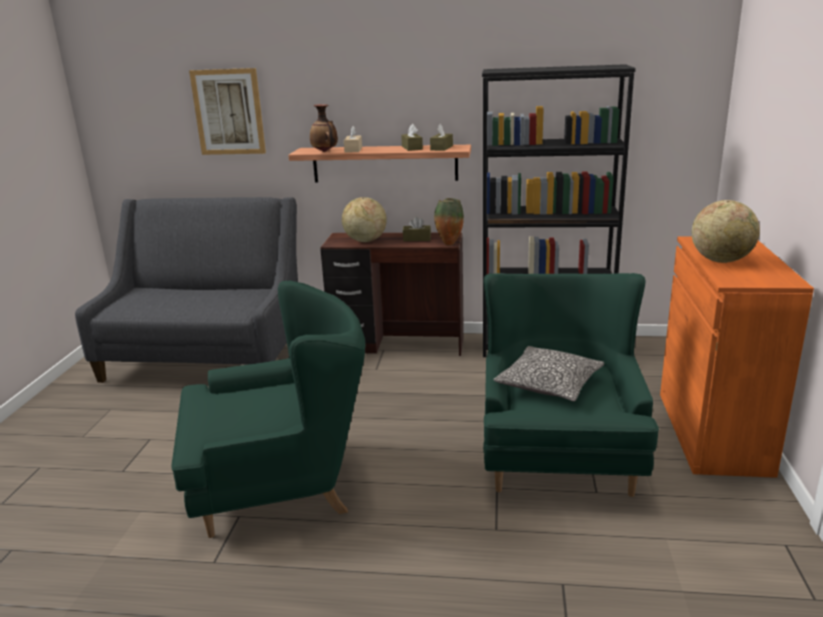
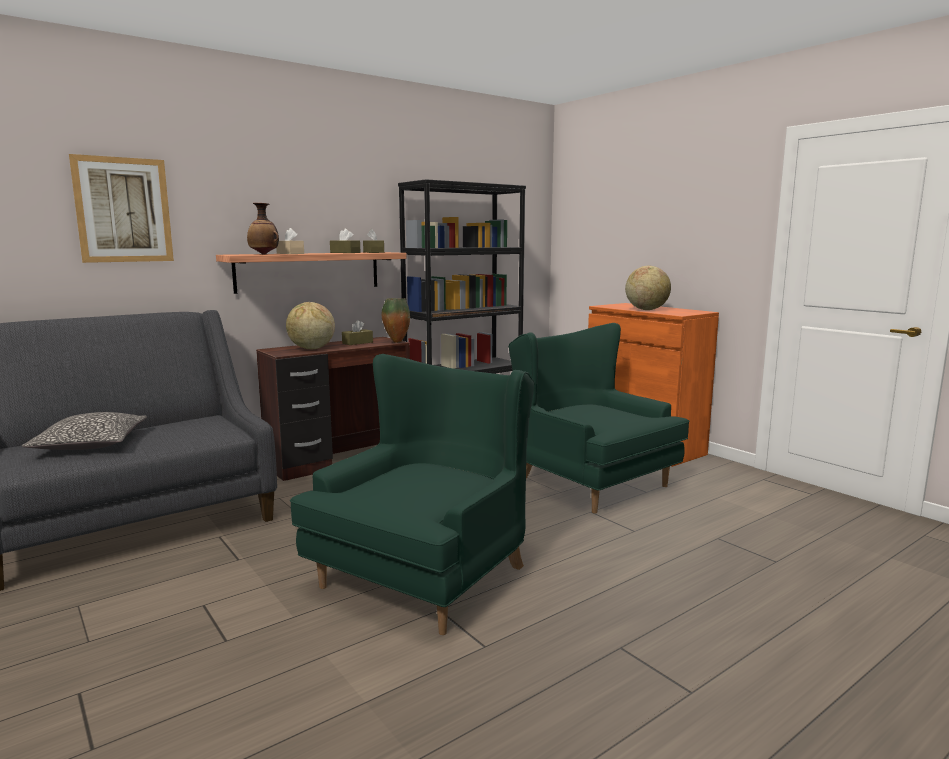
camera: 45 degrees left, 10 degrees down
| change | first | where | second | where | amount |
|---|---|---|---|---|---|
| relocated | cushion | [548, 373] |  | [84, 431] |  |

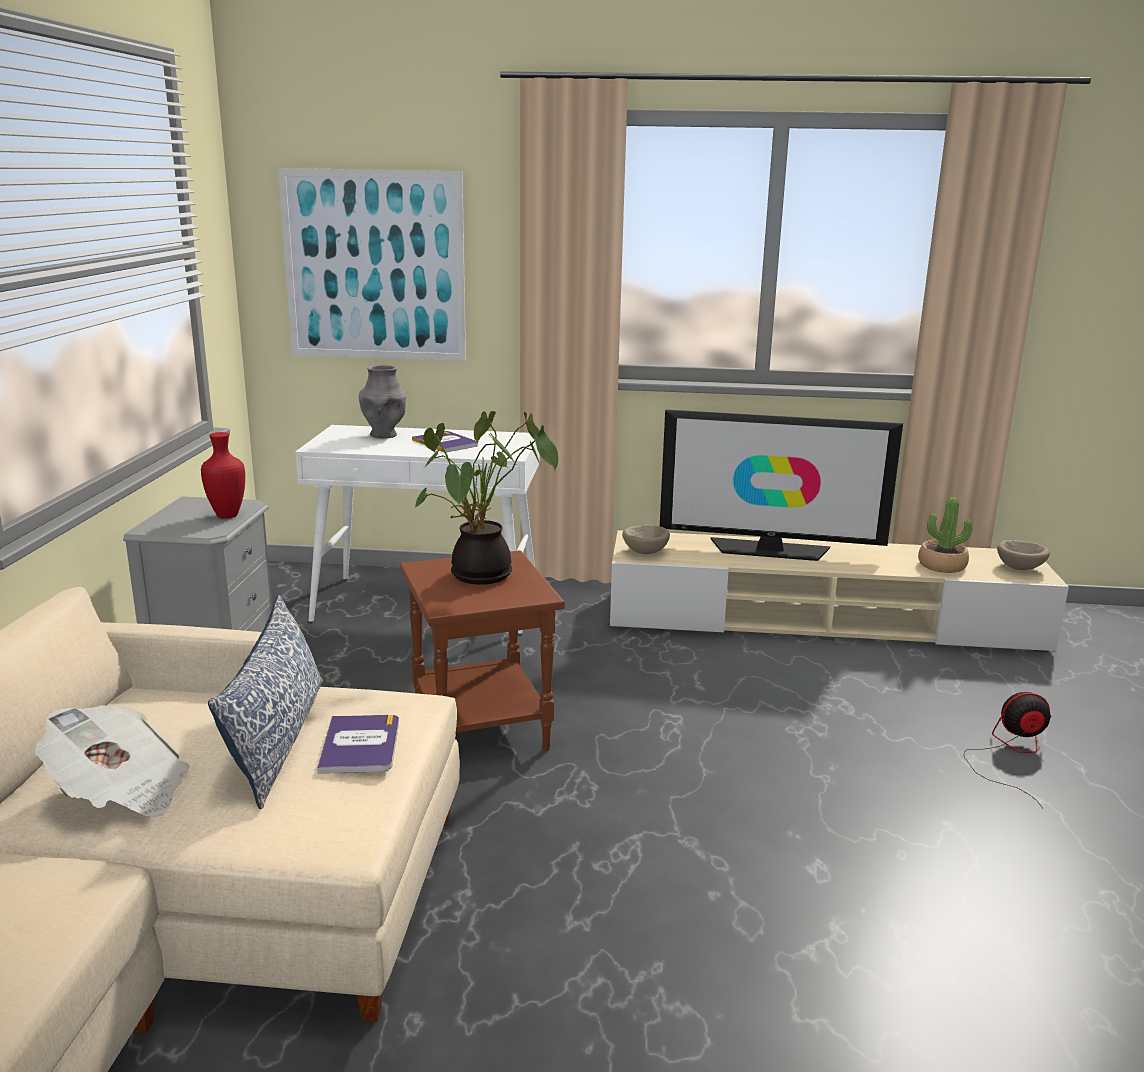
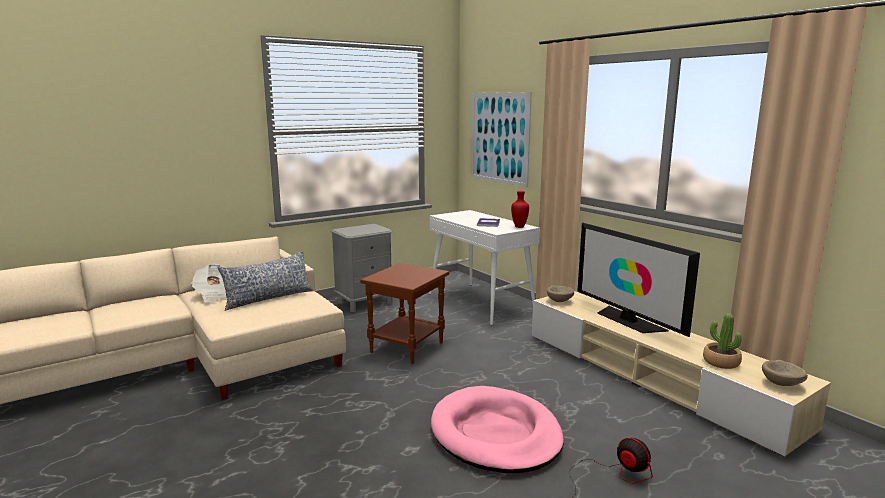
camera: 50 degrees right, 5 degrees down
| change | first | where | second | where | amount |
|---|---|---|---|---|---|
| appeared |  |  | pink-coloured pet bed | [497, 429] |  |
| relocated | red-coloured flower vase | [223, 475] |  | [520, 209] |  |
| missing | bound book | [358, 744] |  |  |  |
| missing | greyish flower vase | [382, 402] |  |  |  |
| missing | potted plant | [486, 498] |  |  |  |

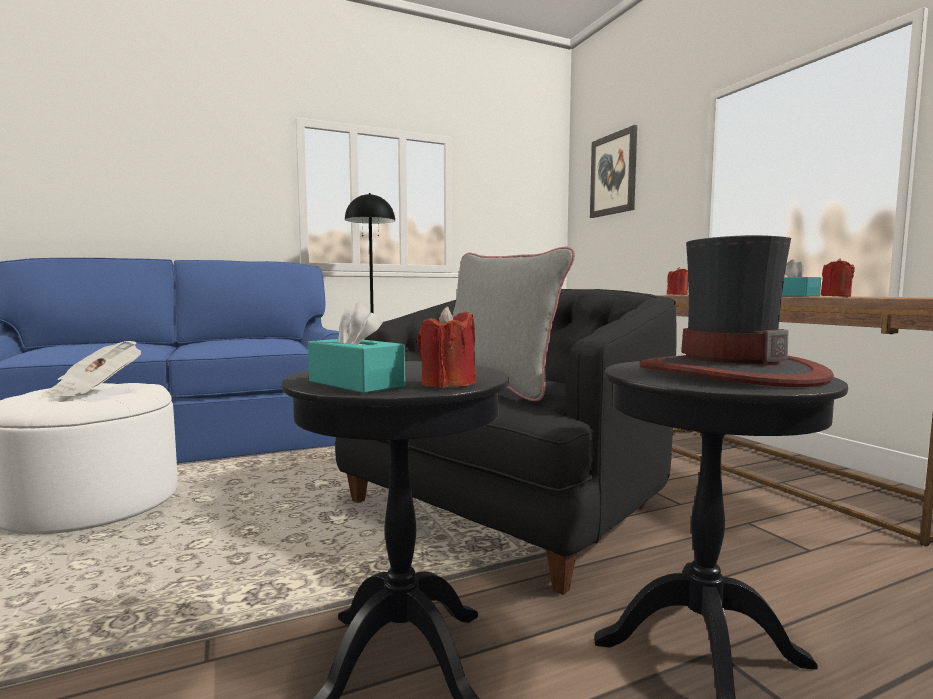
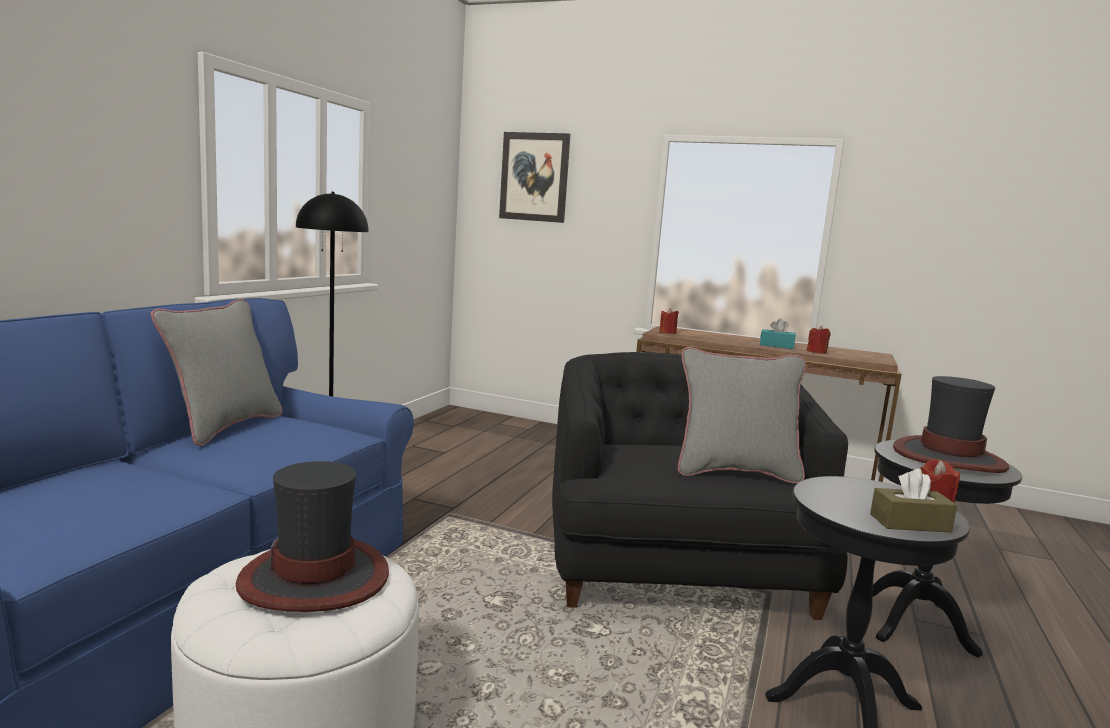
camera: 45 degrees left, 5 degrees up
| change | first | where | second | where | amount |
|---|---|---|---|---|---|
| appeared |  |  | greyish cushion | [216, 372] |  |
| exchanged | newspaper | [91, 369] | clothing hat | [312, 536] |  |
| colour | turquoise box of tissues | [356, 347] | brownish box of tissues | [913, 500] |  |

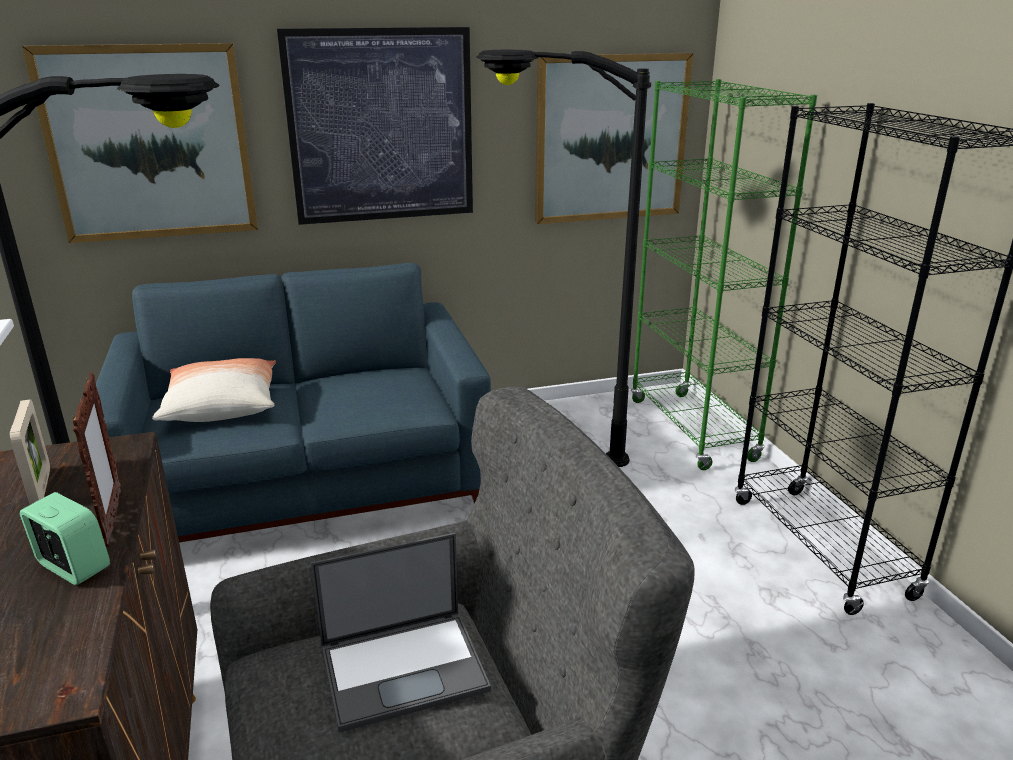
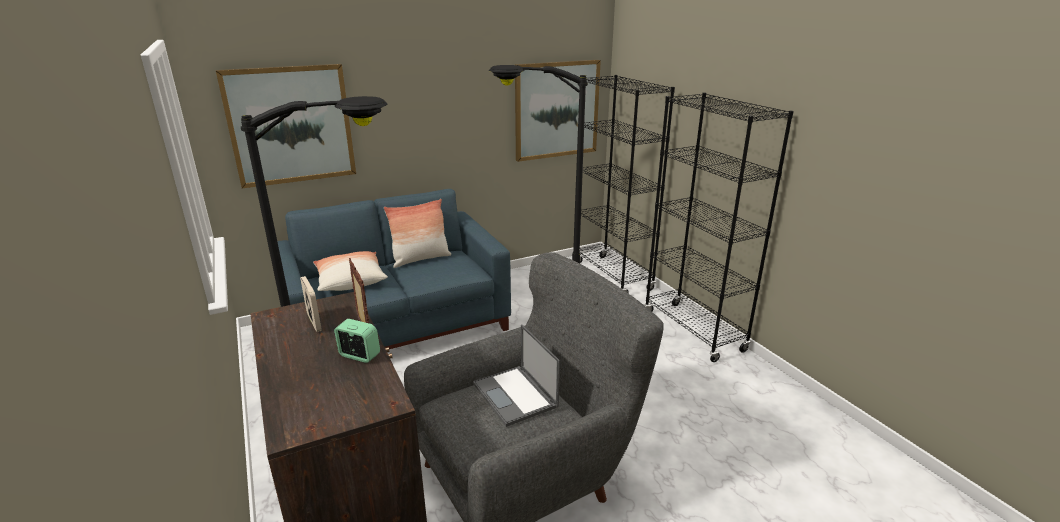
camera: 10 degrees left, 0 degrees up
| change | first | where | second | where | amount |
|---|---|---|---|---|---|
| appeared |  |  | cushion | [417, 233] |  |
| spun | notebook computer | [401, 633] |  | [516, 375] | 90 degrees clockwise |
| colour | greenish bookshelf | [724, 274] | blackish bookshelf | [627, 184] |  |
| missing | wall picture | [375, 126] |  |  |  |

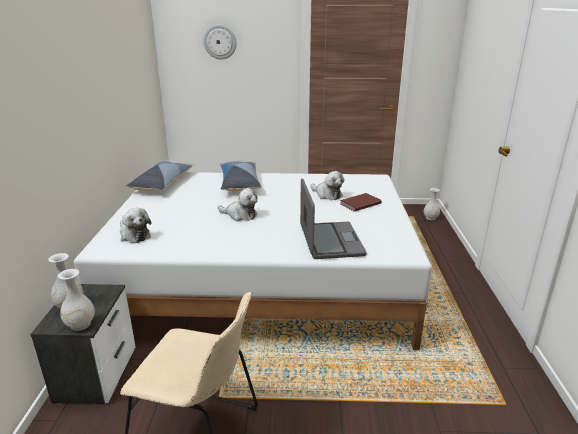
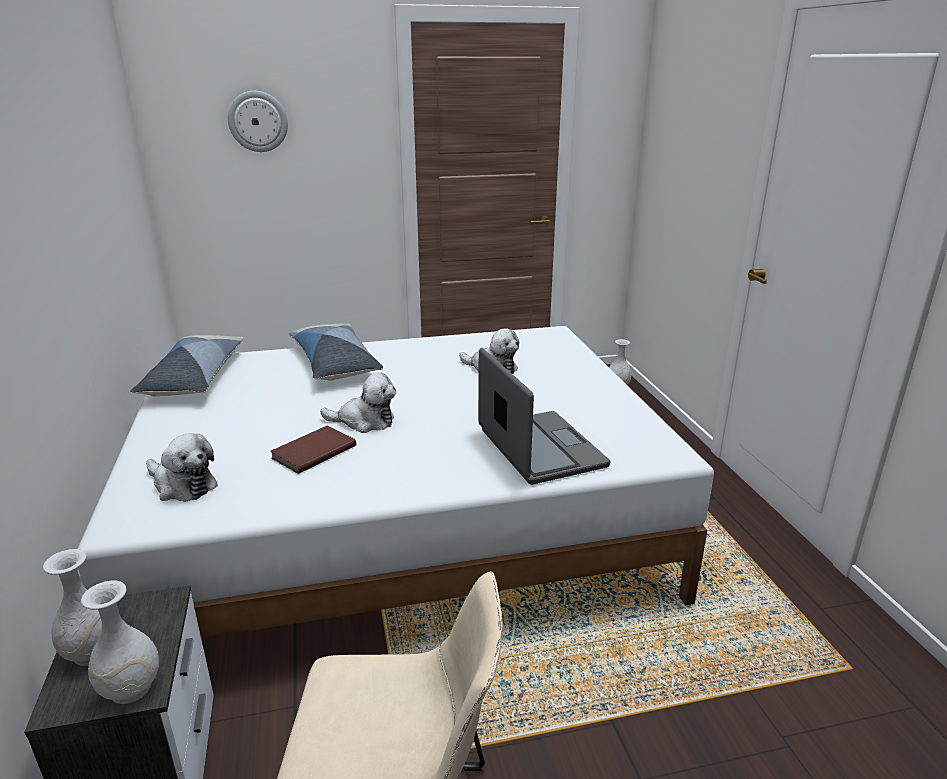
camera: 15 degrees left, 0 degrees up
| change | first | where | second | where | amount |
|---|---|---|---|---|---|
| relocated | brownish bound book | [361, 202] |  | [313, 450] |  |

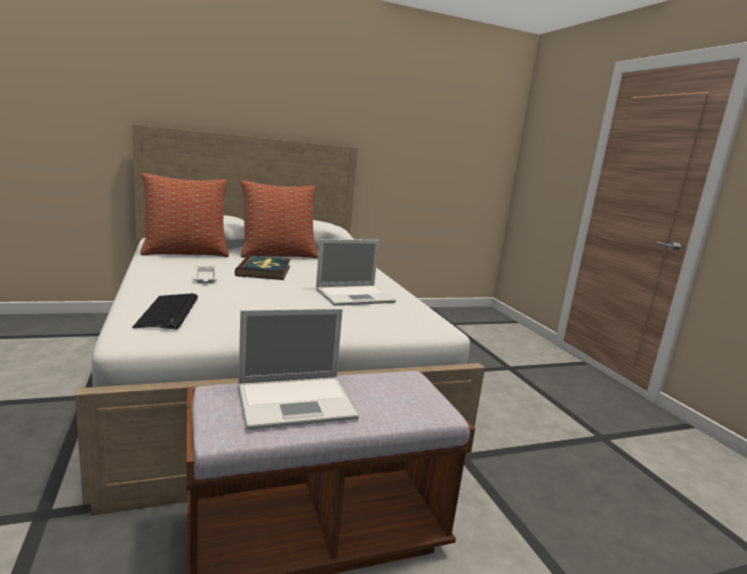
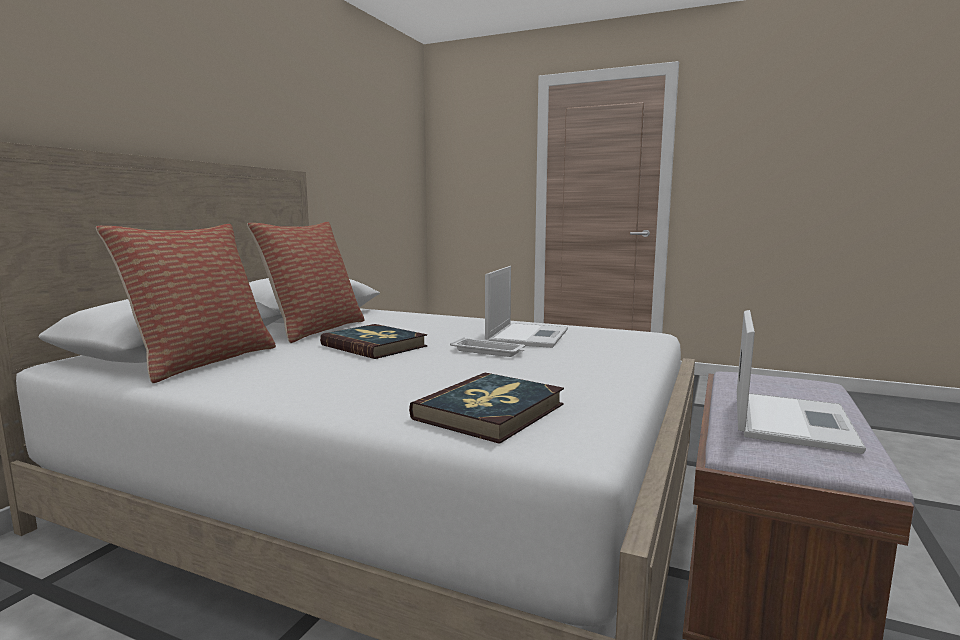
camera: 45 degrees left, 5 degrees down
| change | first | where | second | where | amount |
|---|---|---|---|---|---|
| exchanged | computer keyboard | [165, 311] | bound book | [486, 408] |  |
| relocated | white-coloured tray | [205, 274] |  | [487, 347] |  |

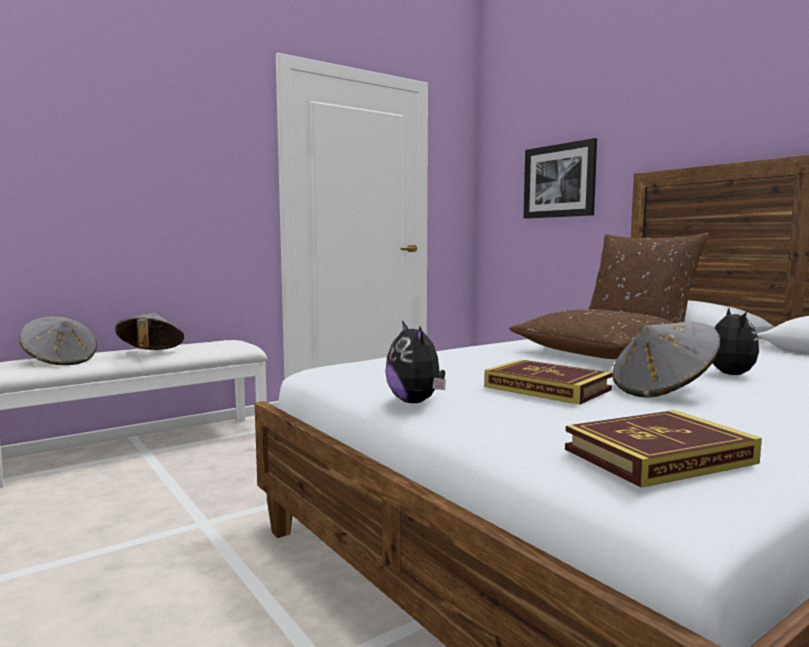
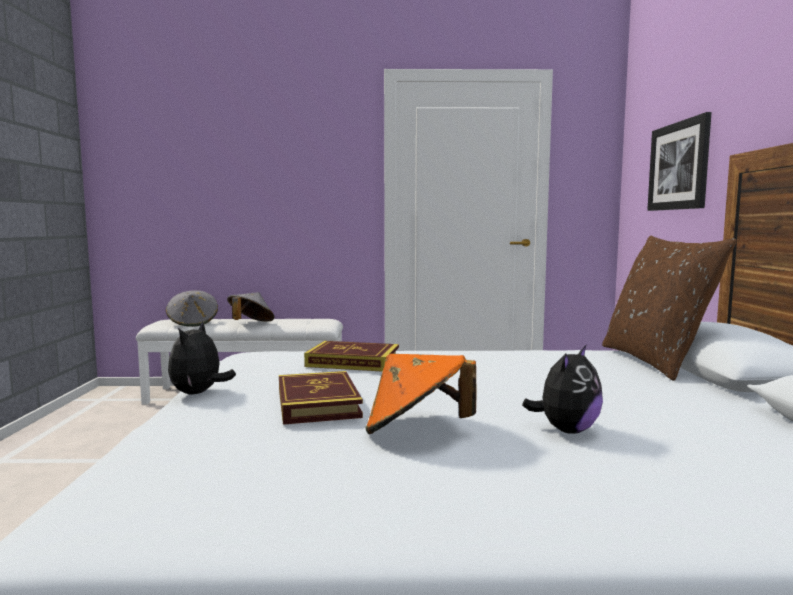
camera: 35 degrees right, 0 degrees up
| change | first | where | second | where | amount |
|---|---|---|---|---|---|
| relocated | bound book | [663, 449] |  | [351, 356] |  |
| colour | greyish clothing hat | [666, 359] | orange-coloured clothing hat | [420, 394] |  |
| missing | brownish cushion | [591, 334] |  |  |  |

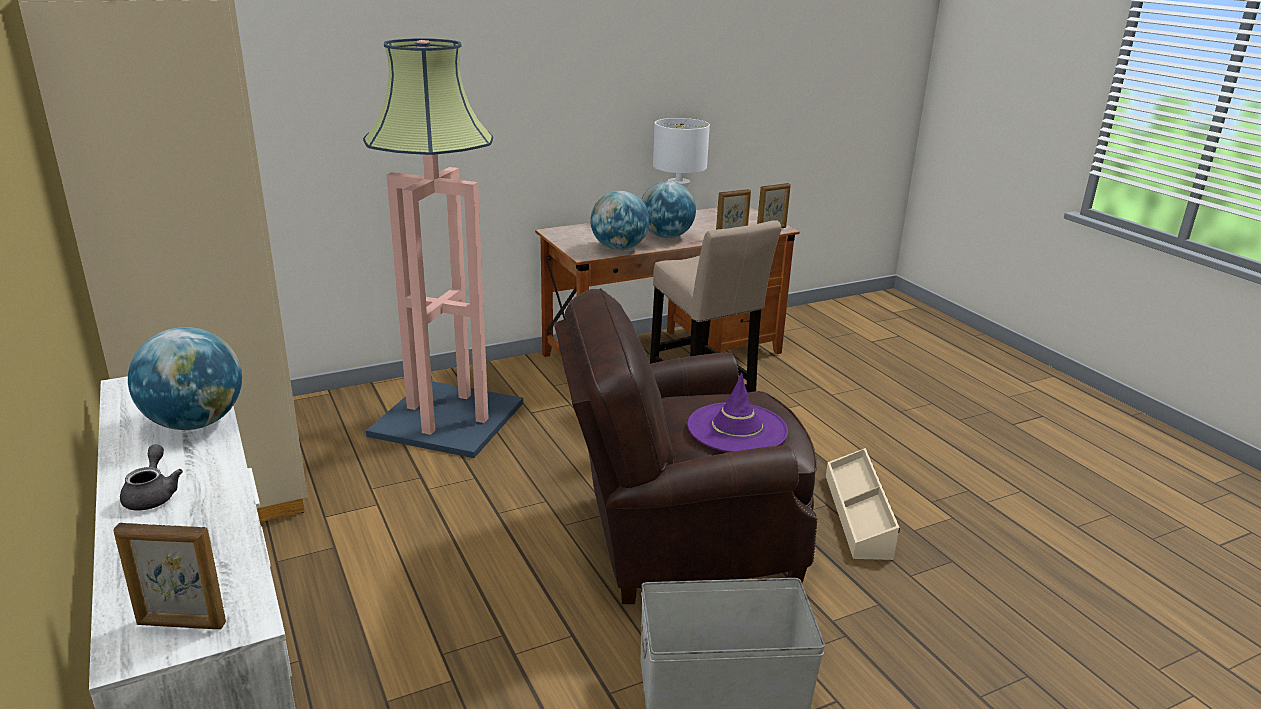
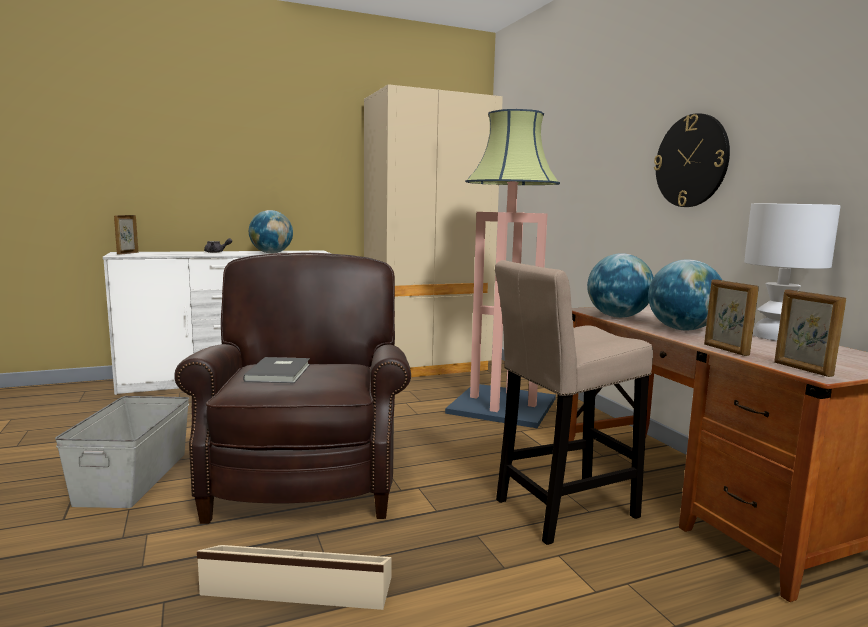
camera: 95 degrees right, 15 degrees down
| change | first | where | second | where | amount |
|---|---|---|---|---|---|
| exchanged | purple clothing hat | [737, 412] | greyish bound book | [276, 370] |  |
| appeared |  |  | hanging clock | [692, 160] |  |

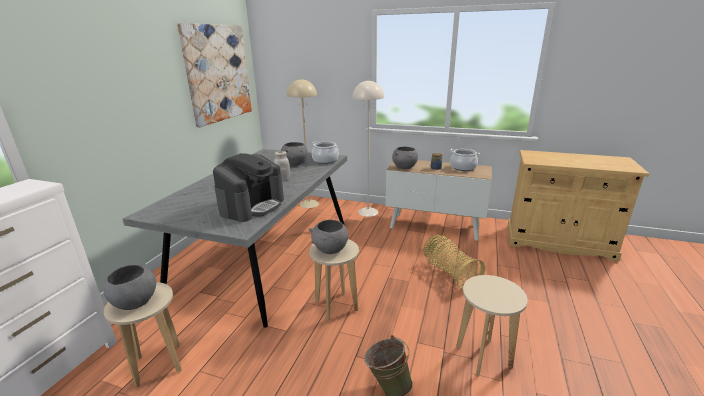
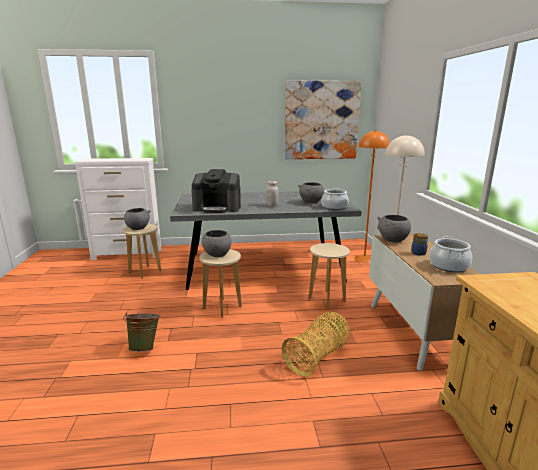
camera: 65 degrees right, 5 degrees down
| change | first | where | second | where | amount |
|---|---|---|---|---|---|
| relocated | beige stool | [492, 326] |  | [329, 276] |  |
| colour | beige standard lamp | [303, 143] | orange-coloured standard lamp | [372, 196] |  |

